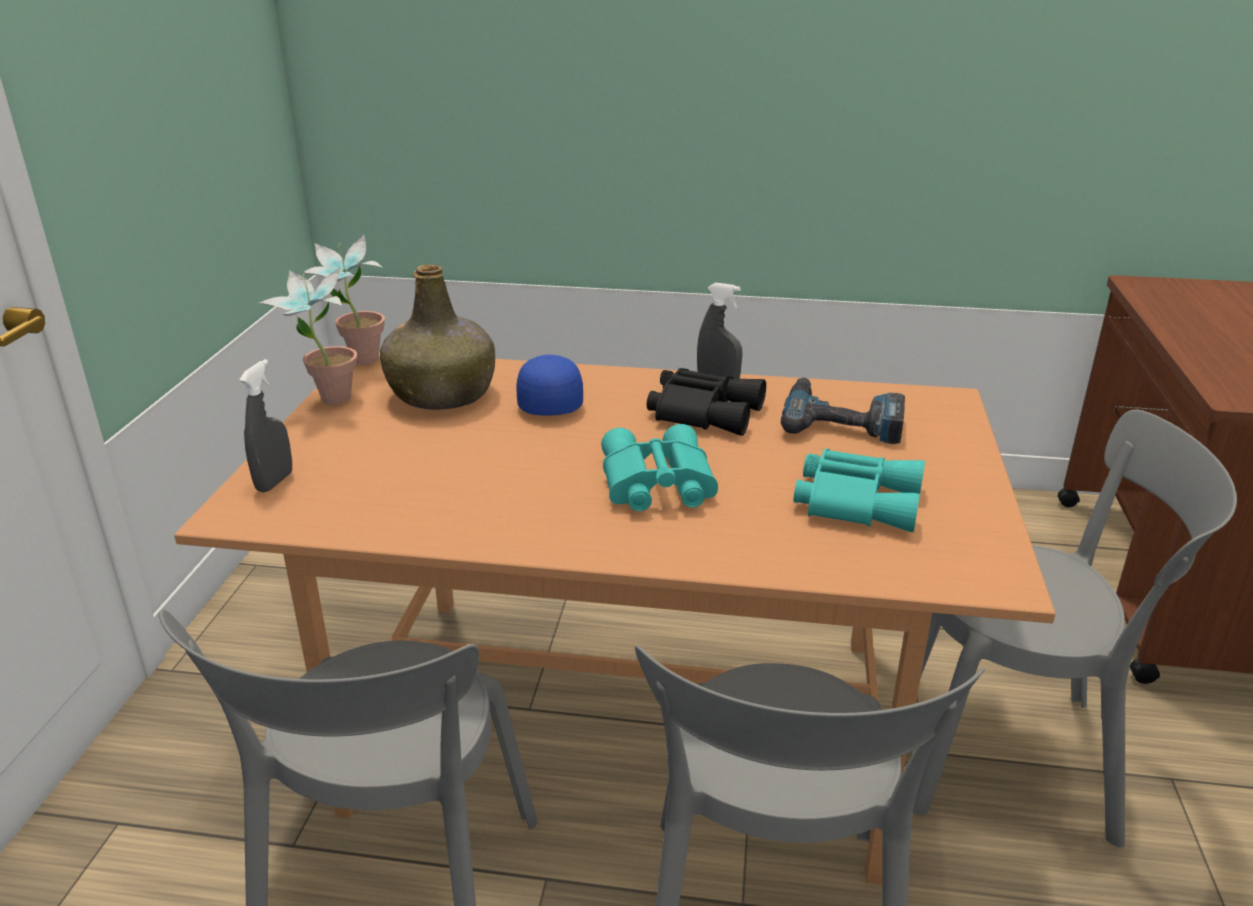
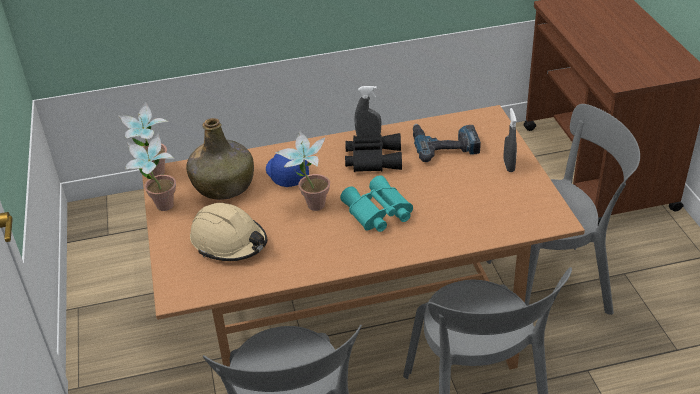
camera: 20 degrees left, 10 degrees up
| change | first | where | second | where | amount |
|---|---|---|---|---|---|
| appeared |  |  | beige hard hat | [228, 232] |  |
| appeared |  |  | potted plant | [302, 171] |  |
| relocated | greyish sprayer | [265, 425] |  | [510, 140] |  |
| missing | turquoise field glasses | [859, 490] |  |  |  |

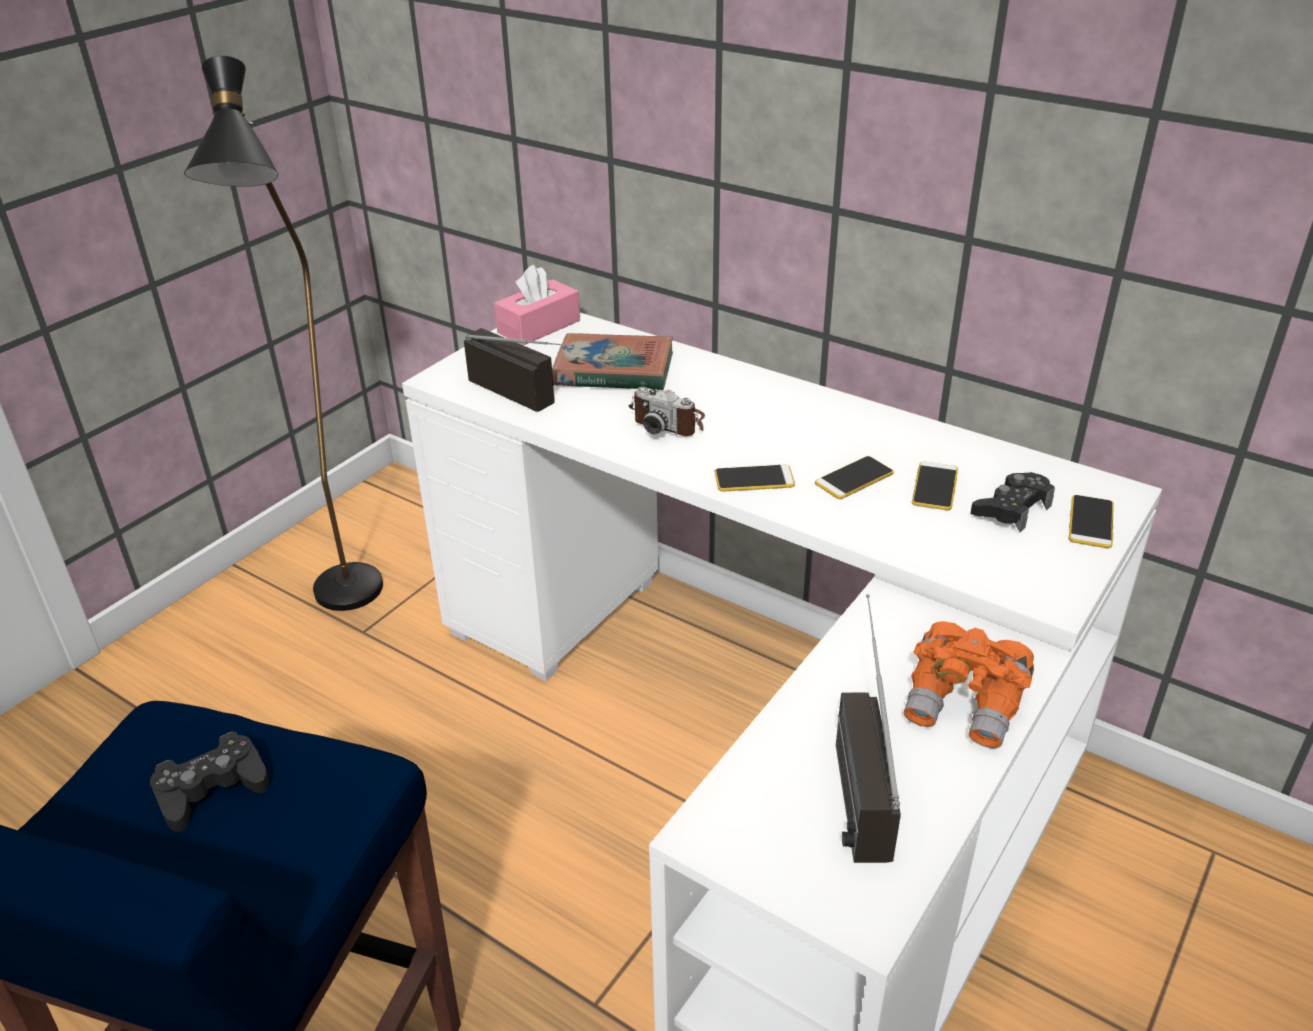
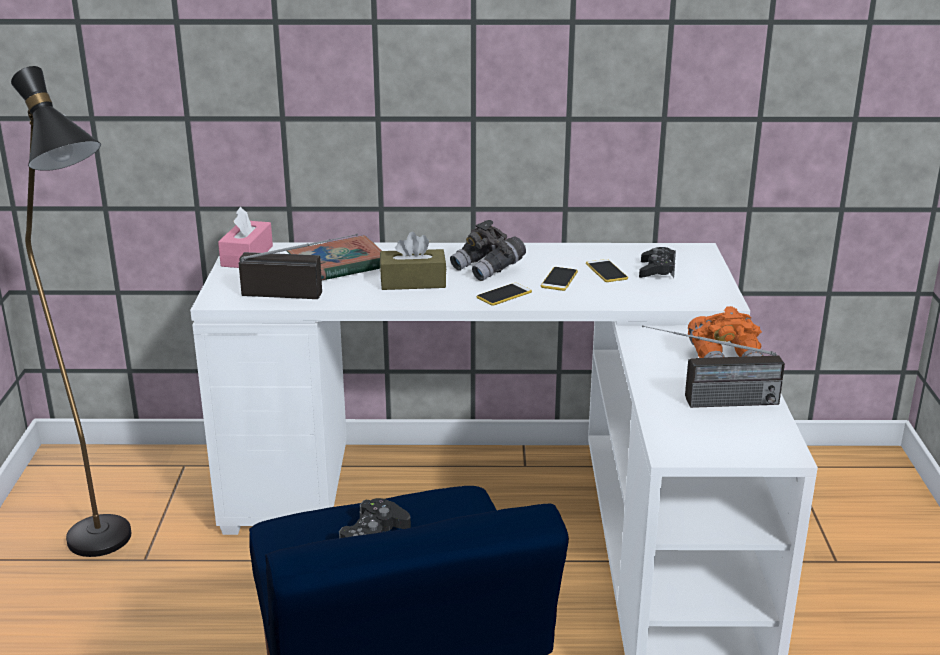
camera: 35 degrees left, 10 degrees down
| change | first | where | second | where | amount |
|---|---|---|---|---|---|
| exchanged | photo camera | [667, 411] | brownish box of tissues | [413, 261] |  |
| appeared |  |  | greyish field glasses | [488, 250] |  |
| spun | radio | [868, 728] |  | [713, 366] | 60 degrees counterclockwise |
| missing | telephone | [1091, 521] |  |  |  |

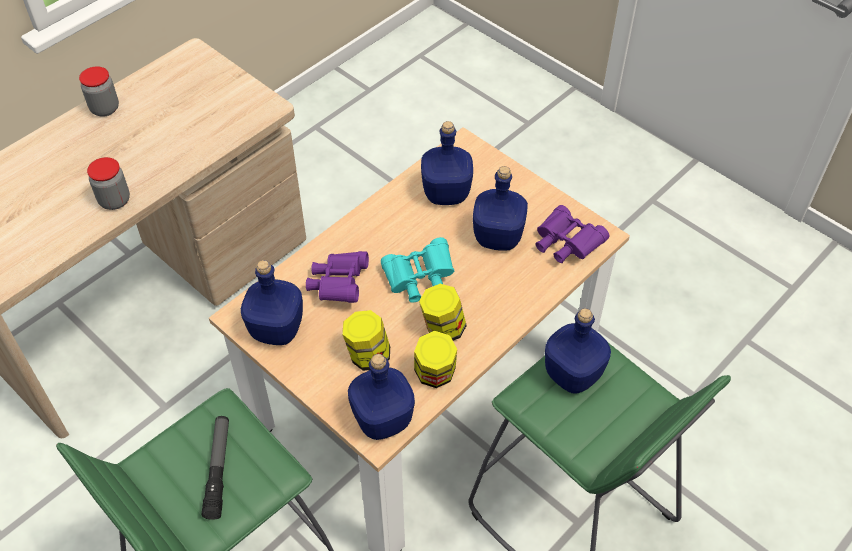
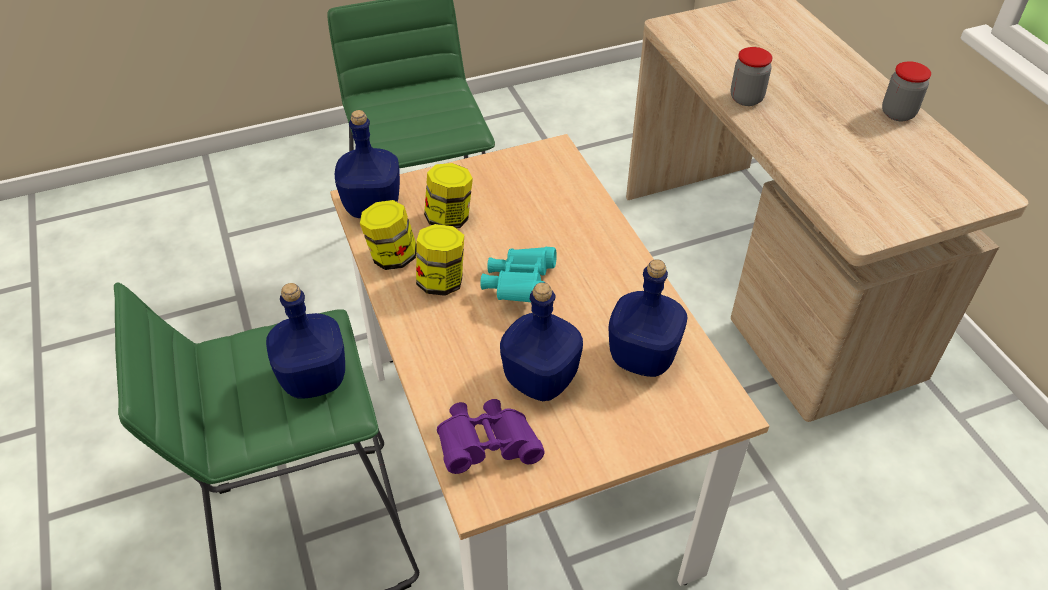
camera: 115 degrees right, 5 degrees down
| change | first | where | second | where | amount |
|---|---|---|---|---|---|
| missing | flashlight | [215, 468] |  |  |  |
| missing | blue-coloured bottle | [272, 302] |  |  |  |
| missing | purple field glasses | [337, 277] |  |  |  |

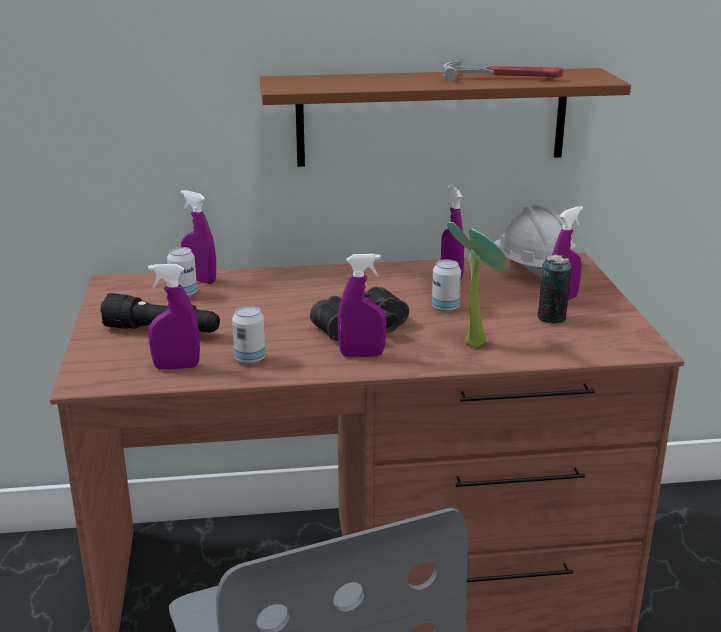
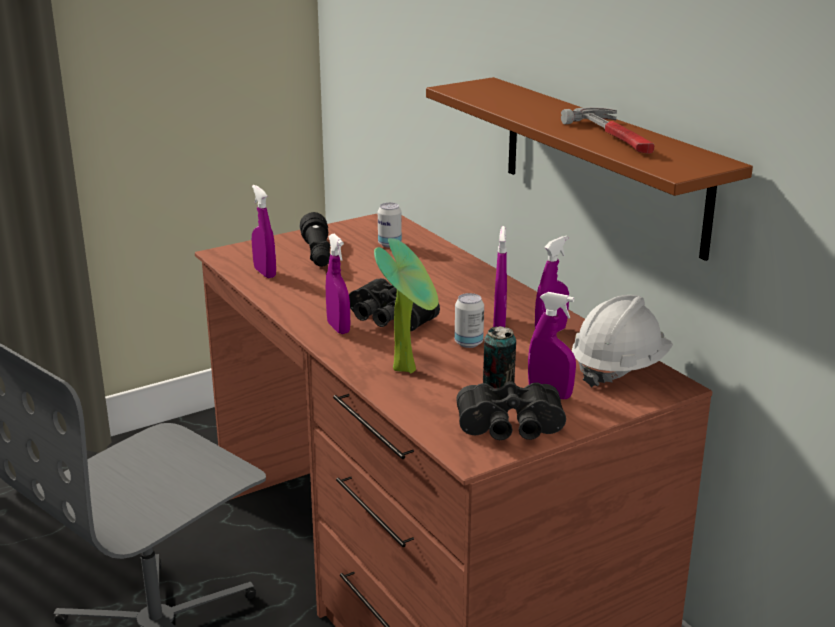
camera: 65 degrees right, 0 degrees up
| change | first | where | second | where | amount |
|---|---|---|---|---|---|
| appeared |  |  | blackish field glasses | [511, 410] |  |
| relocated | purple sprayer | [198, 237] |  | [500, 276] |  |
| missing | sealed can | [249, 335] |  |  |  |

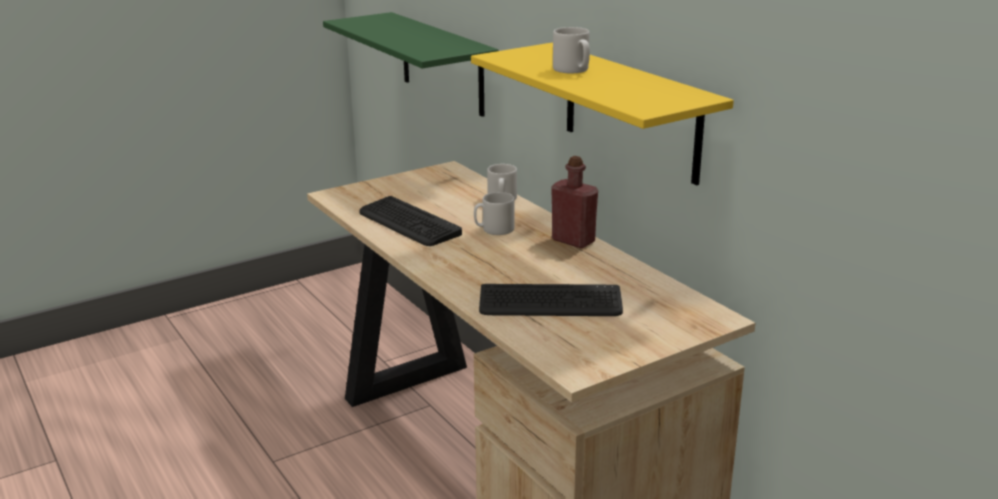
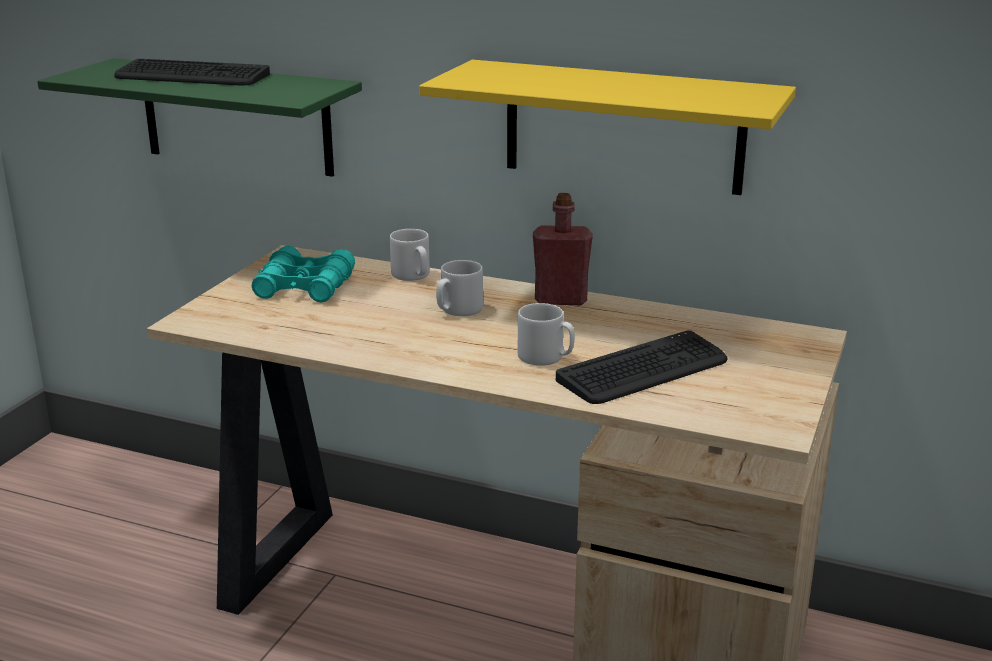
camera: 35 degrees left, 0 degrees up
| change | first | where | second | where | amount |
|---|---|---|---|---|---|
| relocated | computer keyboard | [411, 221] |  | [192, 72] |  |
| appeared |  |  | turquoise field glasses | [303, 274] |  |
| relocated | greyish mug | [571, 50] |  | [546, 334] |  |

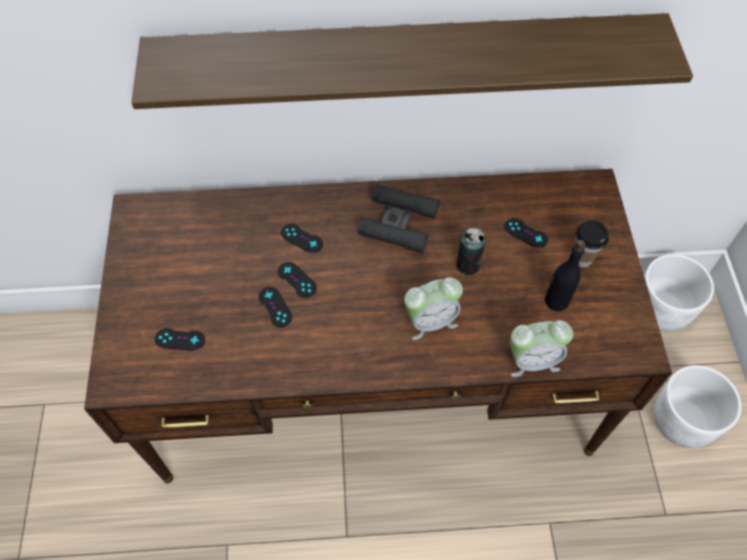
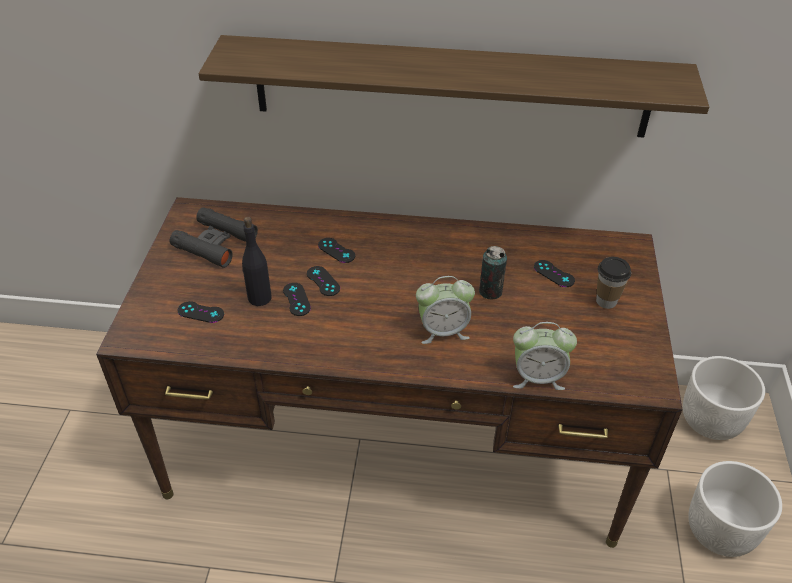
camera: 10 degrees right, 15 degrees down
| change | first | where | second | where | amount |
|---|---|---|---|---|---|
| relocated | blackish field glasses | [399, 219] |  | [213, 237] |  |
| relocated | blackish bottle | [565, 275] |  | [257, 261] |  |

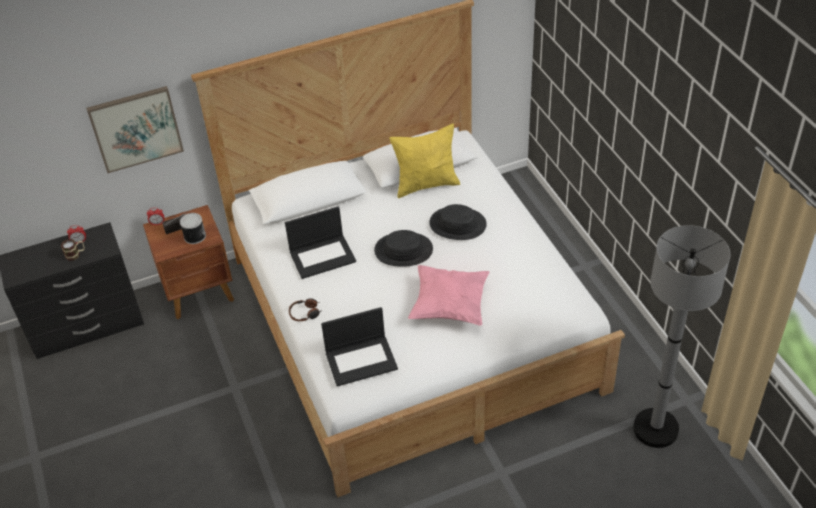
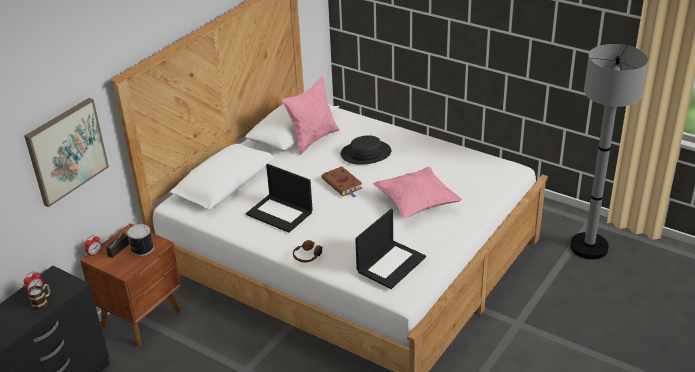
camera: 35 degrees left, 10 degrees down
| change | first | where | second | where | amount |
|---|---|---|---|---|---|
| spun | notebook computer | [320, 242] |  | [279, 198] | 90 degrees clockwise |
| colour | yellow cushion | [425, 161] | pink-coloured cushion | [310, 115] |  |
| exchanged | blackish clothing hat | [403, 248] | brownish bound book | [342, 182] |  |

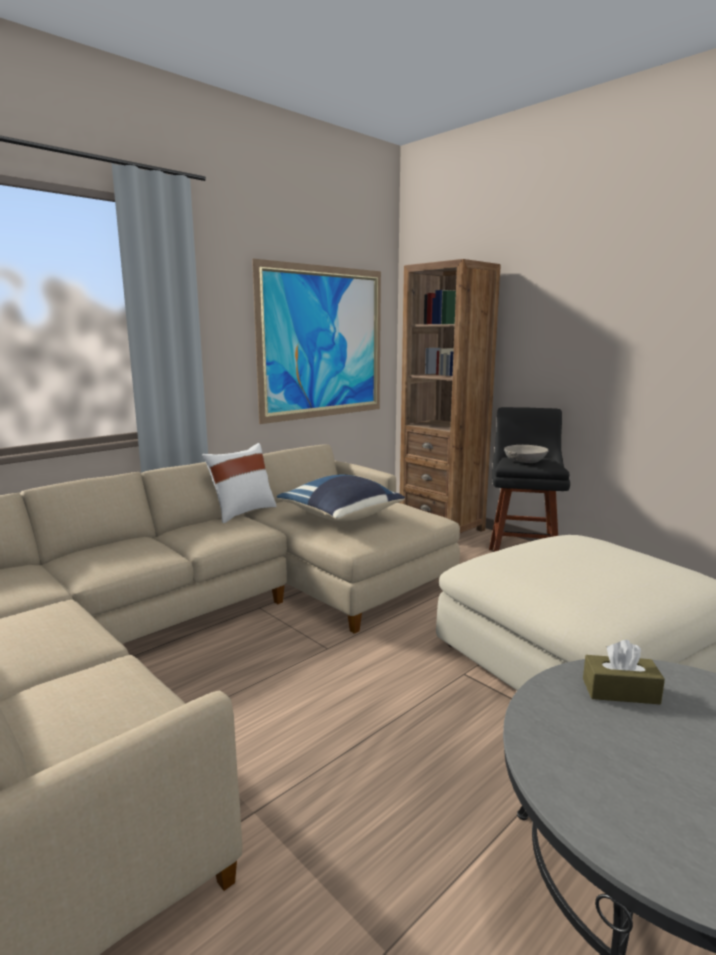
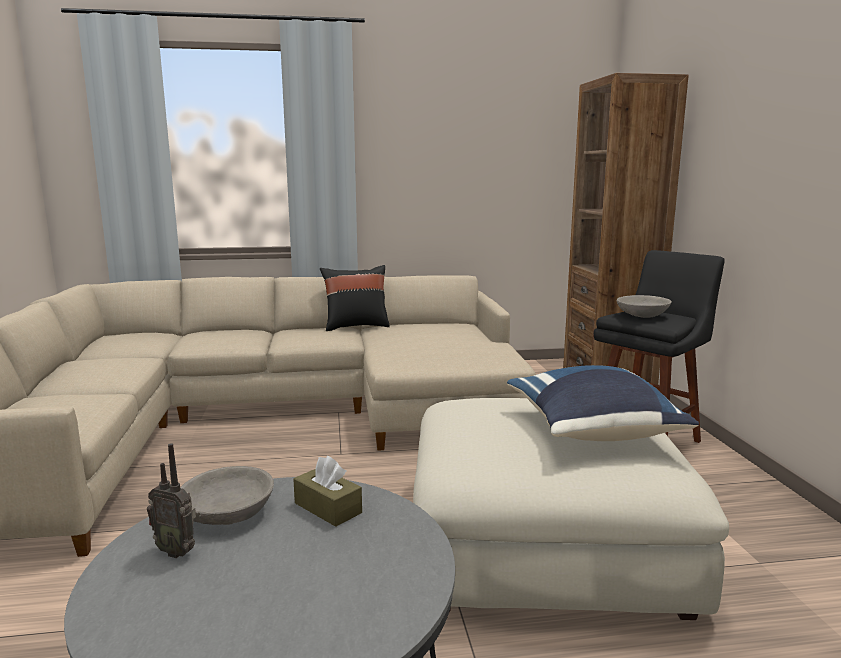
camera: 35 degrees right, 0 degrees up
| change | first | where | second | where | amount |
|---|---|---|---|---|---|
| appeared |  |  | radio | [171, 500] |  |
| appeared |  |  | greyish bowl | [227, 495] |  |
| colour | white-coloured cushion | [239, 483] | blackish cushion | [355, 298] |  |
| relocated | blue-coloured cushion | [341, 497] |  | [603, 403] |  |
| missing | wall picture | [316, 341] |  |  |  |

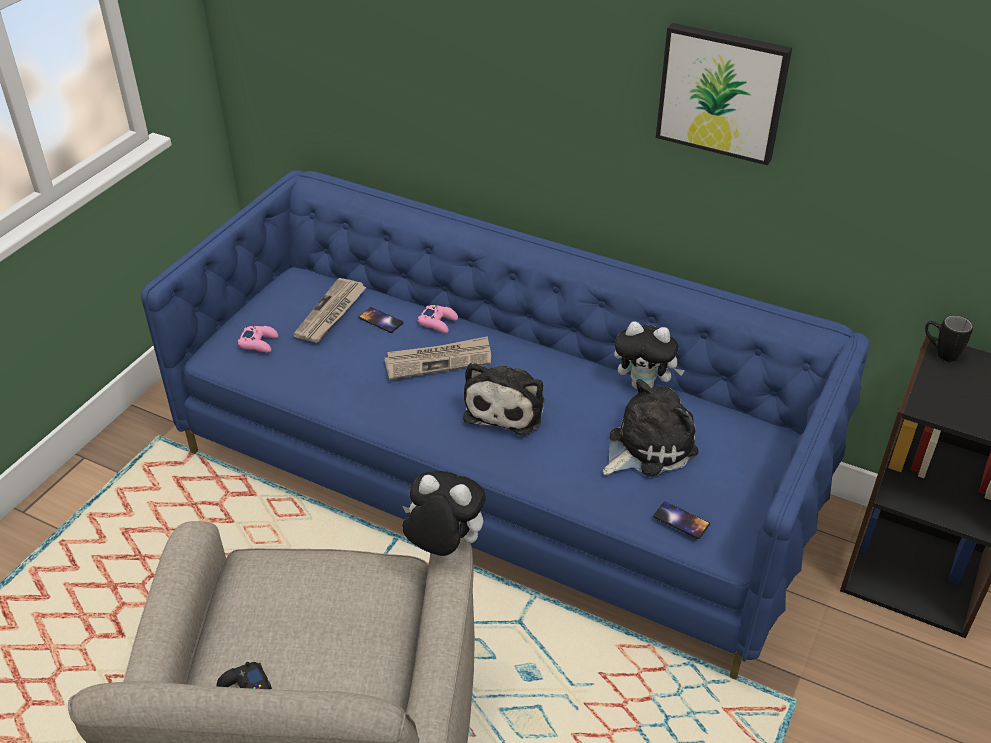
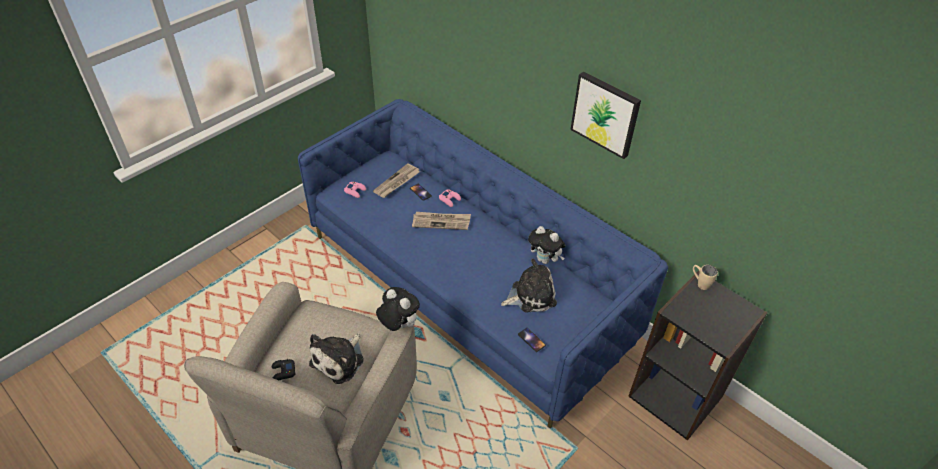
camera: 15 degrees right, 5 degrees up
| change | first | where | second | where | amount |
|---|---|---|---|---|---|
| relocated | plush toy | [504, 398] |  | [336, 358] |  |
| colour | blackish mug | [949, 338] | beige mug | [705, 277] |  |

